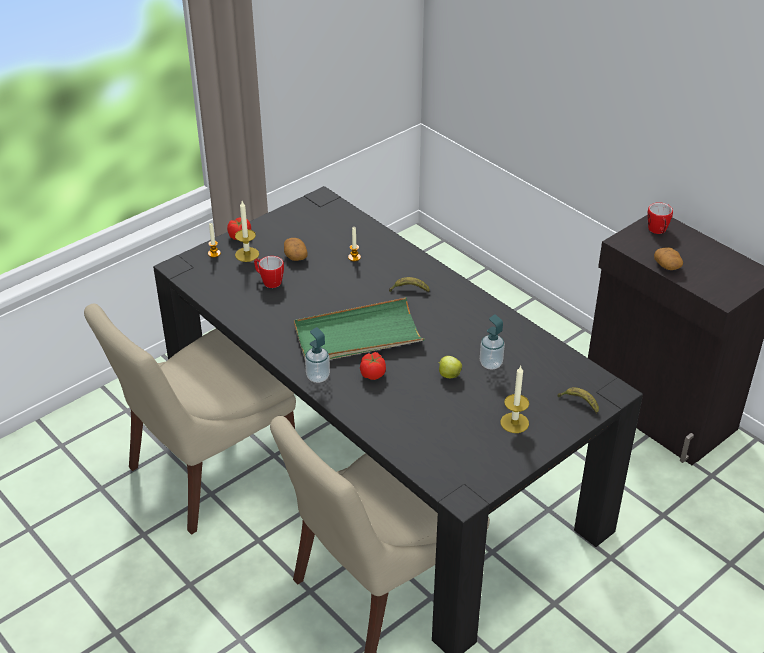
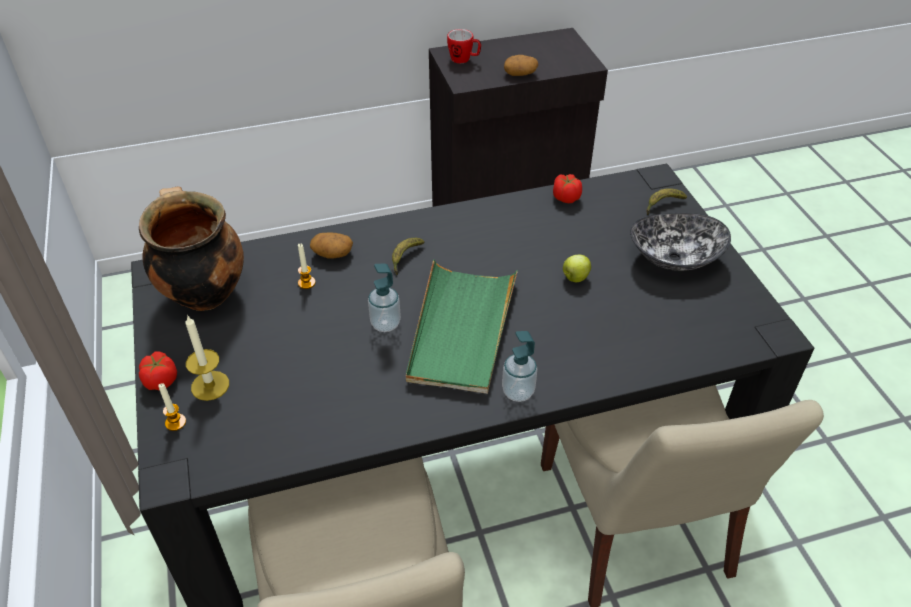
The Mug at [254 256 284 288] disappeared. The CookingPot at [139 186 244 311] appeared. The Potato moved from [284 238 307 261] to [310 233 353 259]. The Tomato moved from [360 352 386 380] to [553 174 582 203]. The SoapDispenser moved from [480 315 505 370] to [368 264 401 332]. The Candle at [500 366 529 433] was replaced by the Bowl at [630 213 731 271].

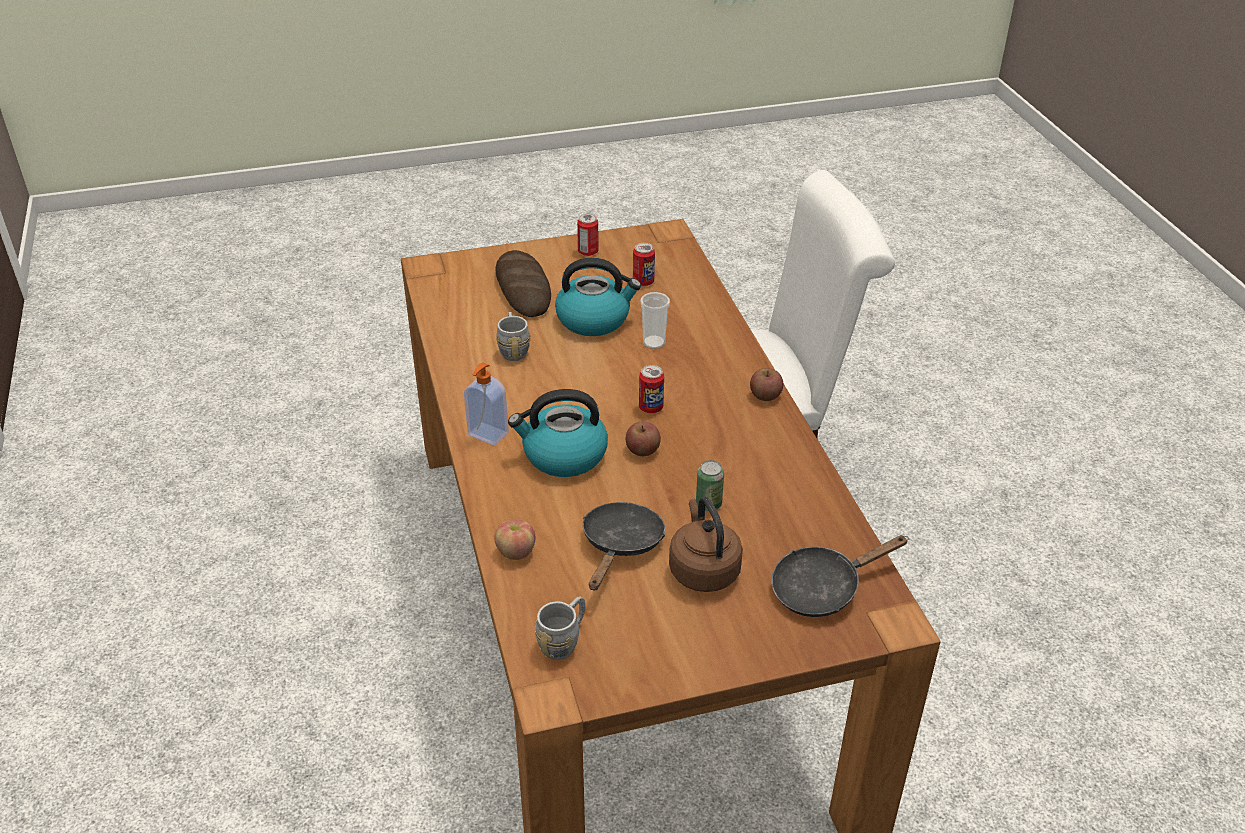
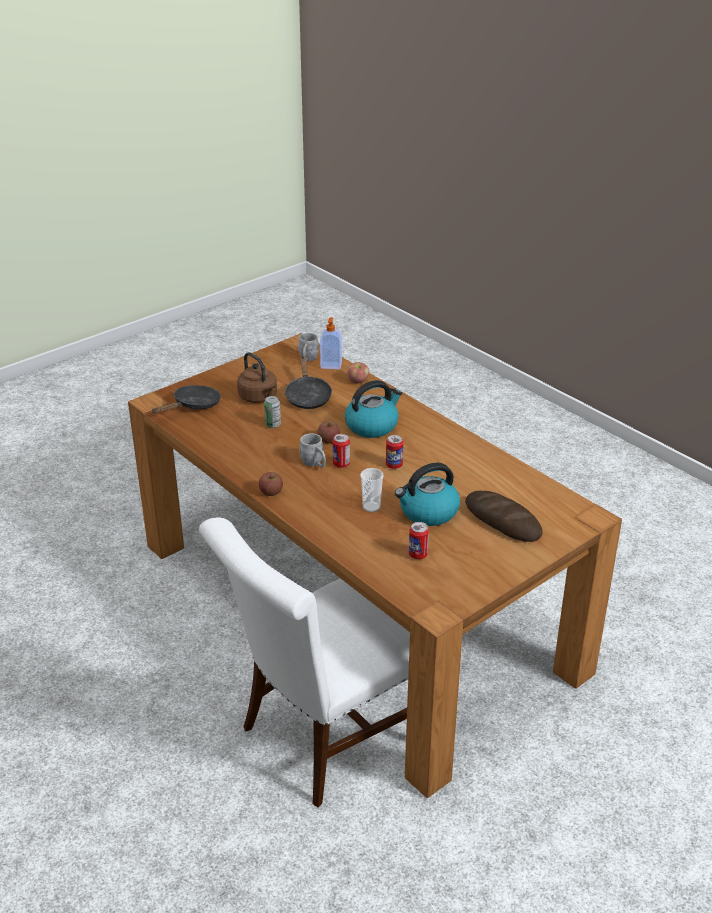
The SoapDispenser moved from [464 362 509 446] to [320 317 342 370]. The GreyMug moved from [497 312 530 361] to [299 433 326 468]. The Can moved from [577 214 599 256] to [386 435 403 469].

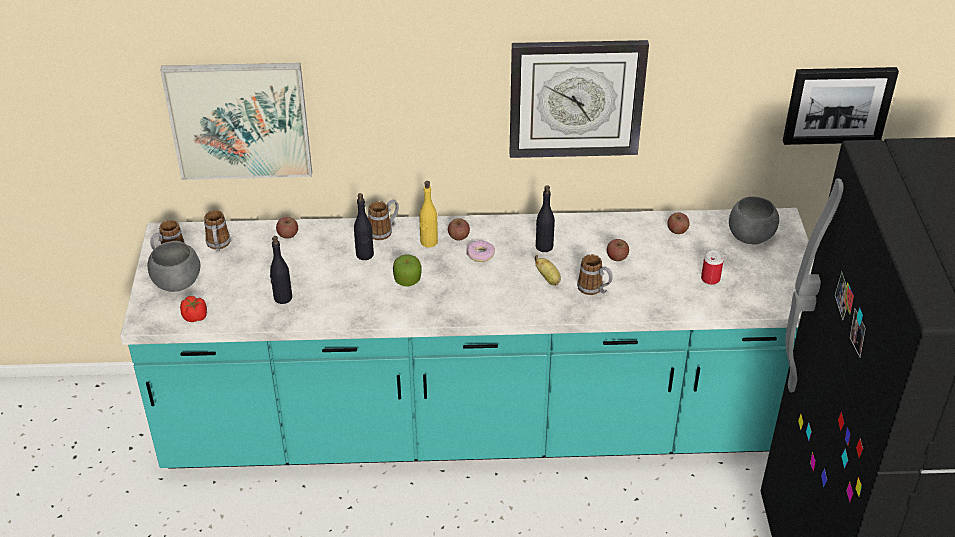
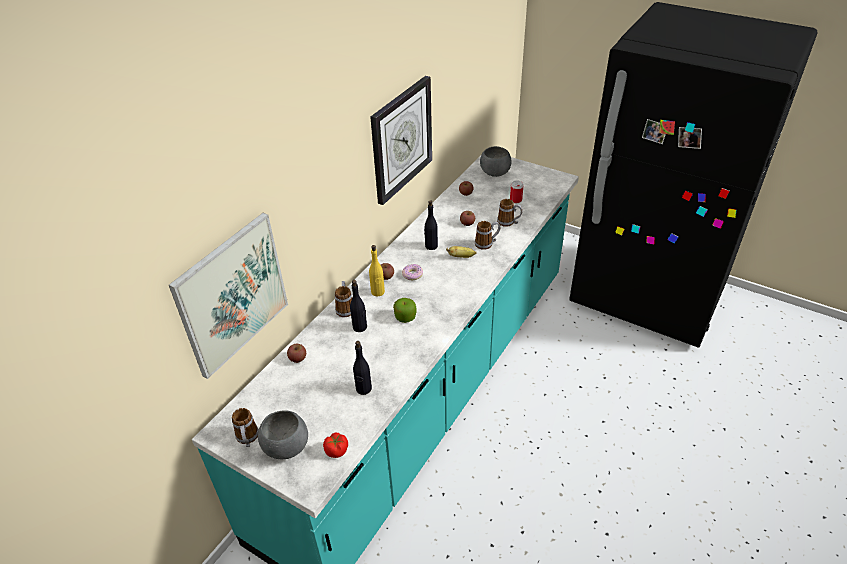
The Picture at [783 67 899 145] disappeared. The Mug moved from [204 210 231 252] to [497 199 523 227].

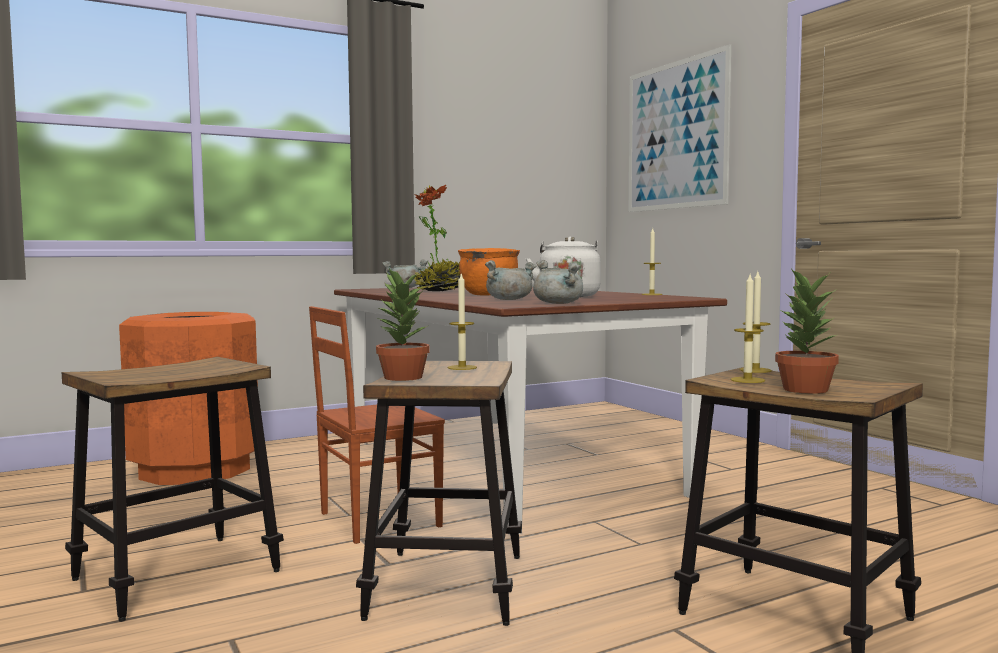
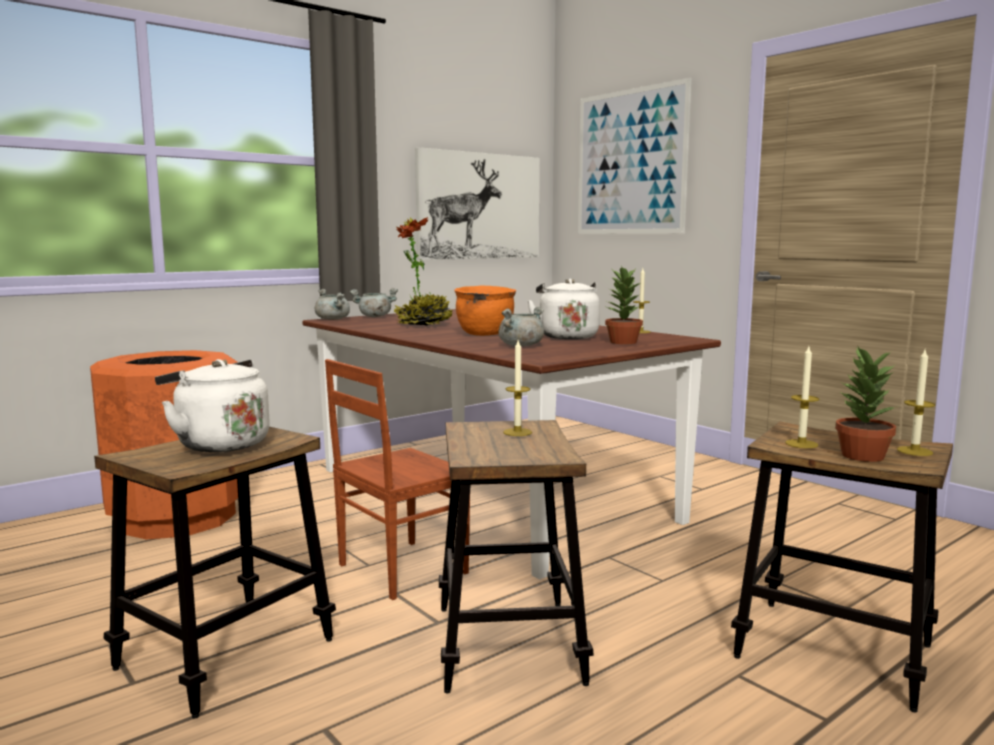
The WhiteKettle at [155 359 270 452] appeared. The Picture at [415 147 539 260] appeared. The PottedPlant moved from [376 268 430 381] to [605 267 643 344]. The GreyCookingPot moved from [533 260 583 304] to [315 289 350 320]. The Candle moved from [739 272 772 373] to [897 350 935 456].

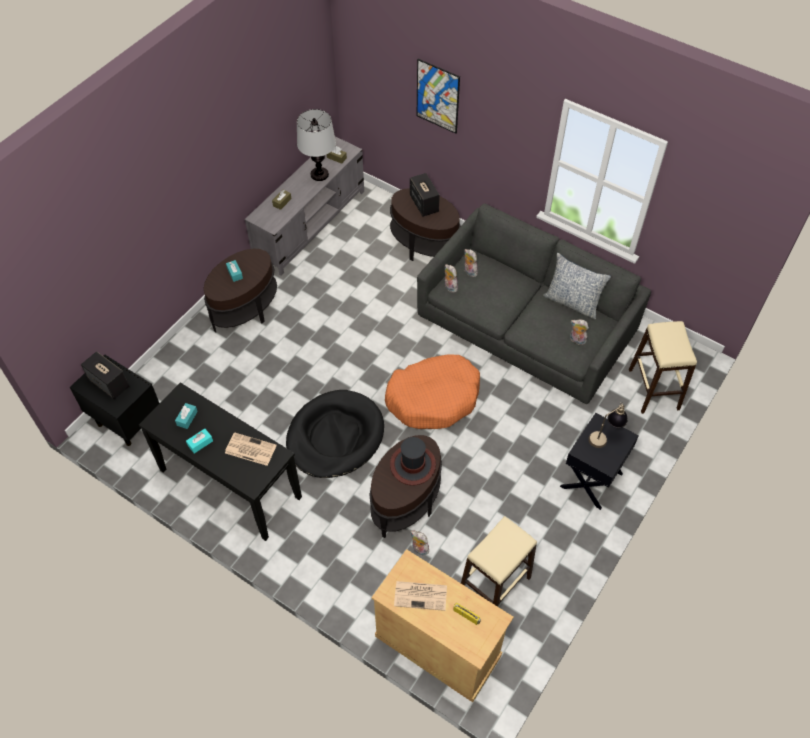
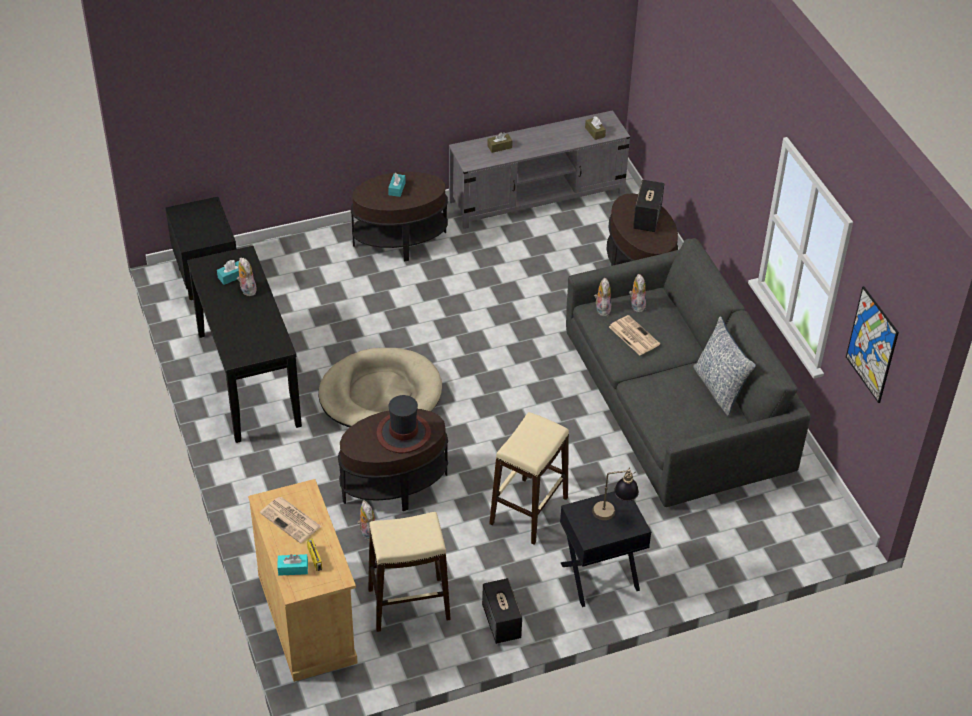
The TableLamp at [297 109 336 181] disappeared. The OrangeDogBed at [385 354 480 429] disappeared. The Speaker moved from [81 351 129 399] to [482 578 522 644]. The TurquoiseTissueBox moved from [186 429 213 454] to [277 554 308 576]. The Newspaper moved from [225 432 277 466] to [609 315 660 355]. The Picture moved from [417 59 460 134] to [846 286 899 403]. The PlushToy moved from [570 319 589 345] to [237 258 256 296]. The BeigeStool moved from [629 321 697 414] to [489 412 569 545]. The BlackDogBed at [286 390 384 478] became the BeigeDogBed at [319 348 442 428].

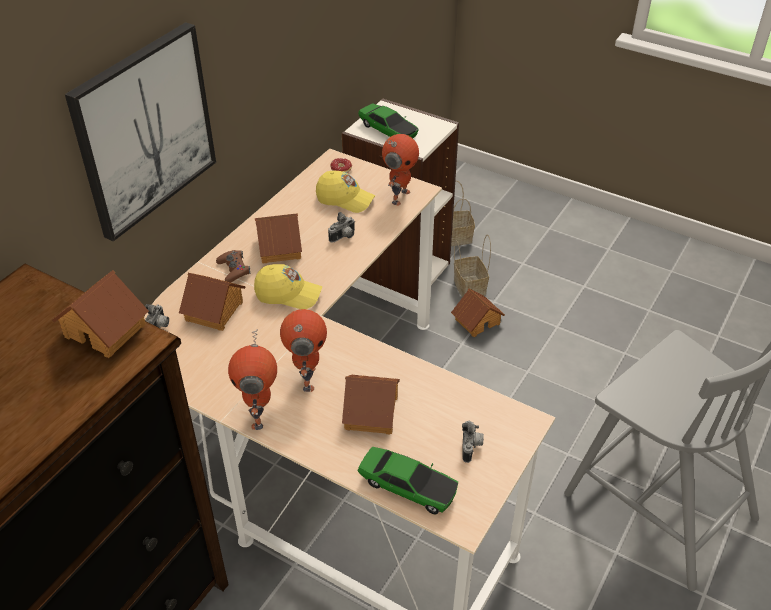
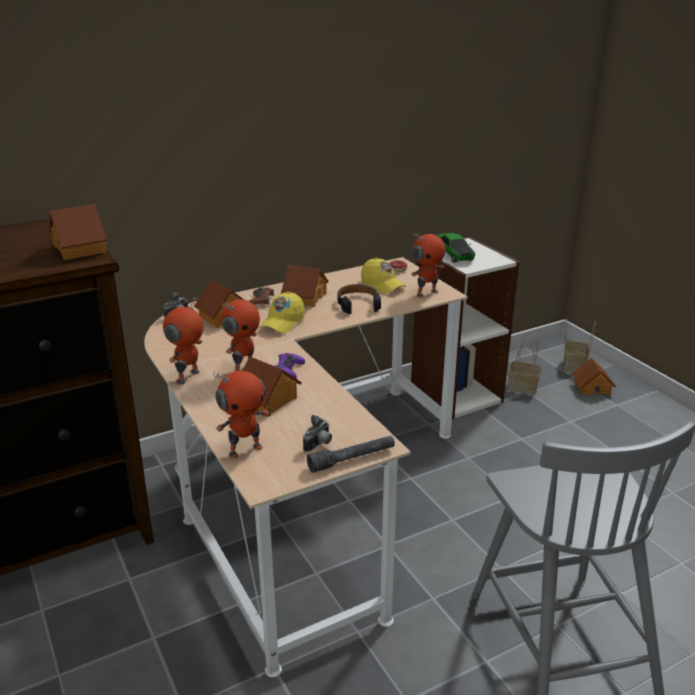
The Picture at [65 22 216 241] disappeared. The PurpleGameController at [275 353 305 379] appeared. The GreyFlashlight at [307 436 395 473] appeared. The ToyHouse moved from [451 288 505 337] to [572 357 616 396]. The Basket moved from [454 234 491 297] to [563 321 595 373]. The PhotoCamera at [328 212 355 243] was replaced by the BlackHeadphones at [337 284 381 314]. The ToyCar at [357 447 458 514] was replaced by the ToyRobot at [213 371 269 459]. The YellowCap at [254 264 322 309] turned 75 degrees clockwise.

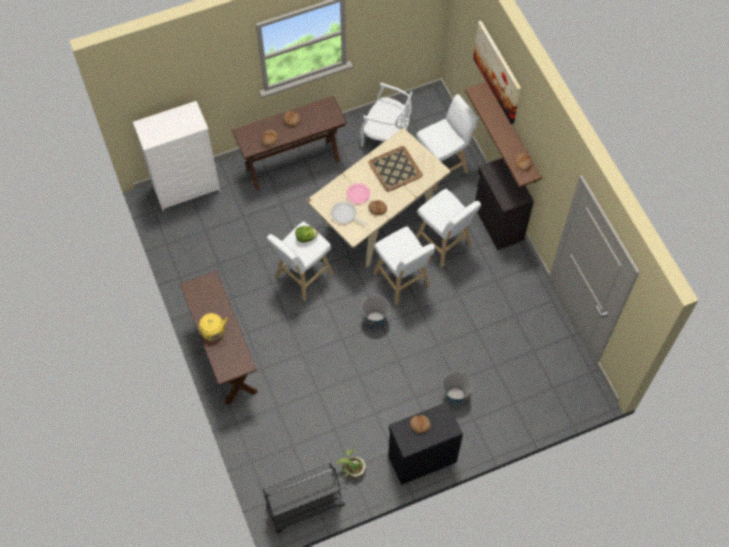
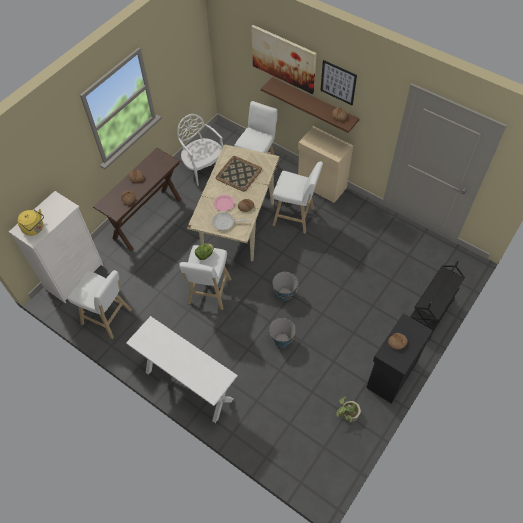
The Picture at [320 60 357 105] appeared. The YellowKettle moved from [199 313 228 341] to [18 209 44 236]. The BlackCart moved from [263 463 345 533] to [411 261 465 342]. The WhiteStool moved from [373 226 435 305] to [67 270 132 339]. The Bucket moved from [443 371 473 404] to [269 317 295 348]. The BrownConsoleTable at [180 271 258 405] became the WhiteConsoleTable at [126 316 238 423]. The BlackCabinet at [474 158 534 250] became the BeigeCabinet at [298 126 353 203]. The WhiteChair at [360 83 412 147] turned 120 degrees counterclockwise.

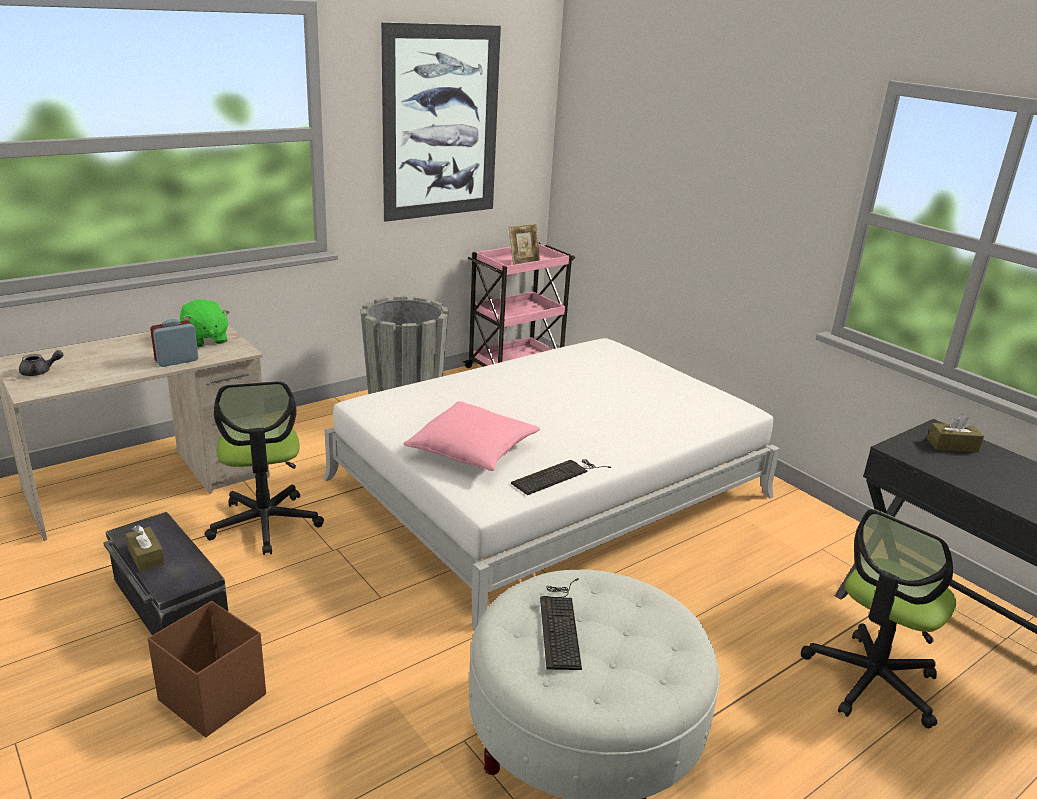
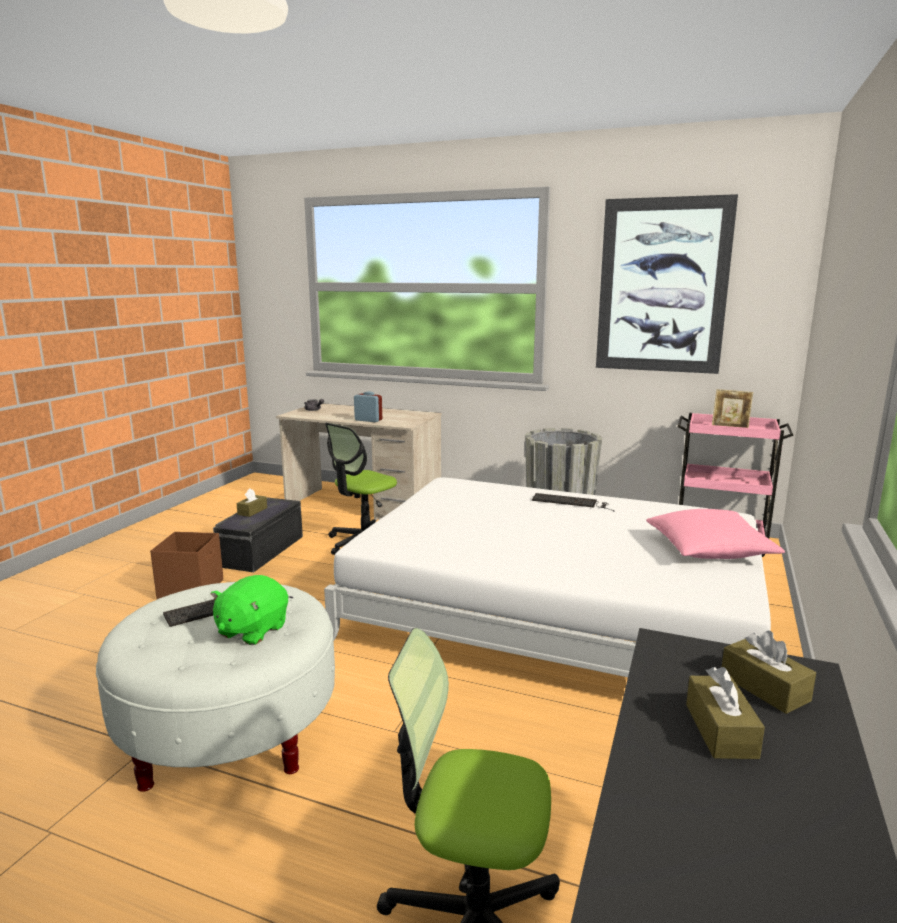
The BrownTissueBox at [686 667 765 759] appeared. The GreenPlushToy moved from [180 299 230 347] to [211 575 288 645]. The PinkPillow moved from [404 401 540 471] to [646 509 785 559]. The Keyboard moved from [511 459 611 495] to [532 493 615 512].

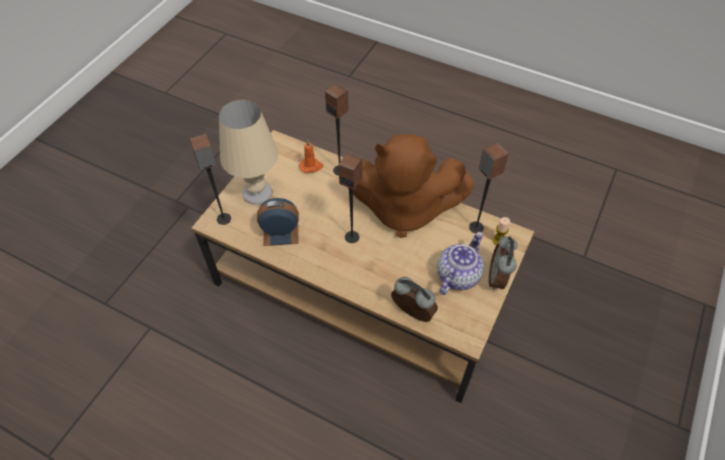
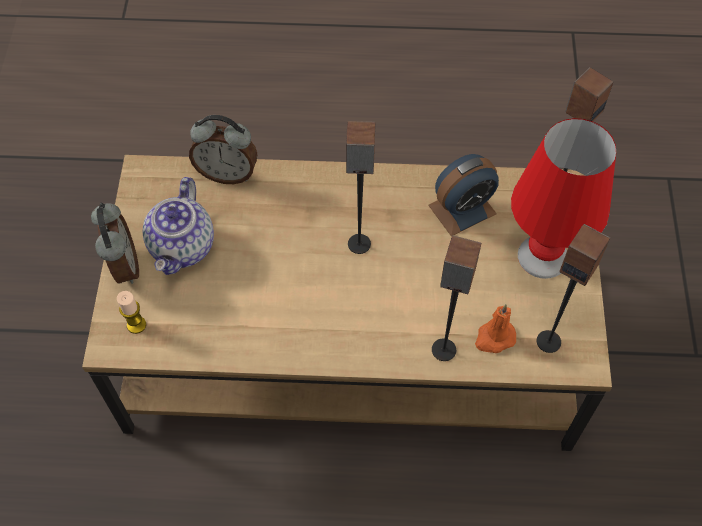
The BrownPlushToy at [348 134 474 238] disappeared. The Speaker moved from [469 143 509 233] to [536 224 610 353]. The BeigeTableLamp at [219 100 278 205] became the RedTableLamp at [511 118 616 279].

